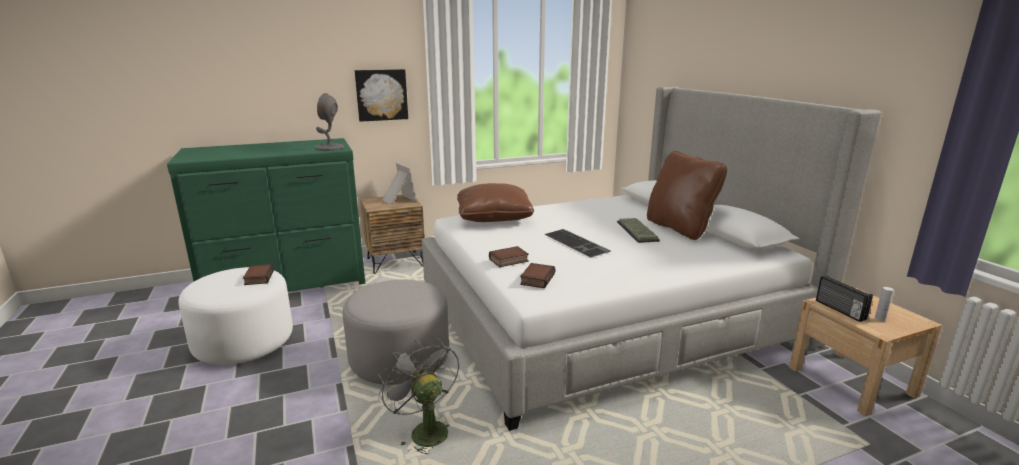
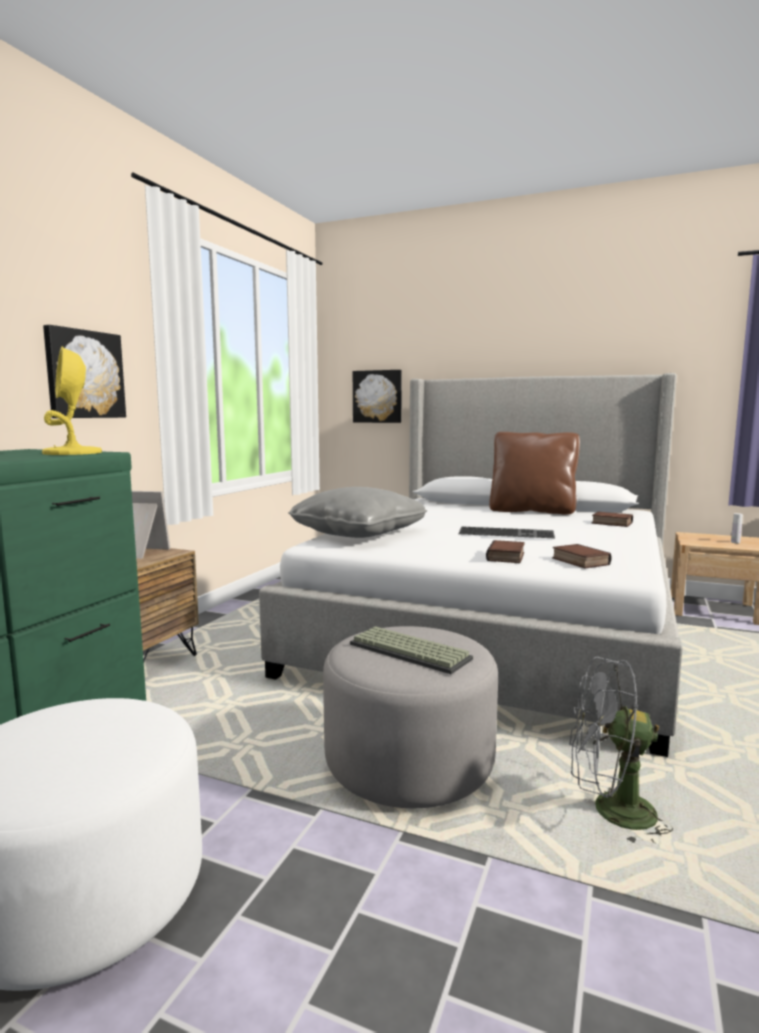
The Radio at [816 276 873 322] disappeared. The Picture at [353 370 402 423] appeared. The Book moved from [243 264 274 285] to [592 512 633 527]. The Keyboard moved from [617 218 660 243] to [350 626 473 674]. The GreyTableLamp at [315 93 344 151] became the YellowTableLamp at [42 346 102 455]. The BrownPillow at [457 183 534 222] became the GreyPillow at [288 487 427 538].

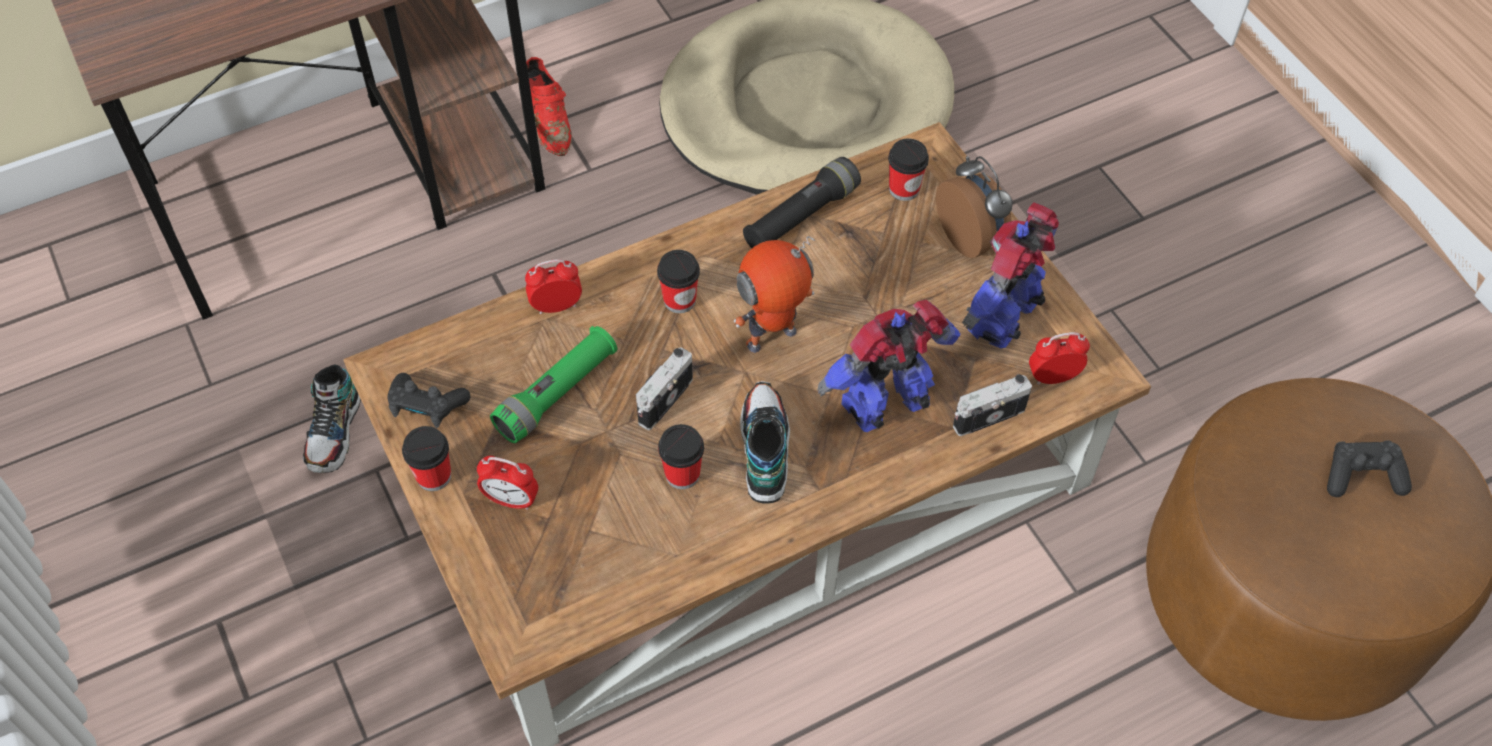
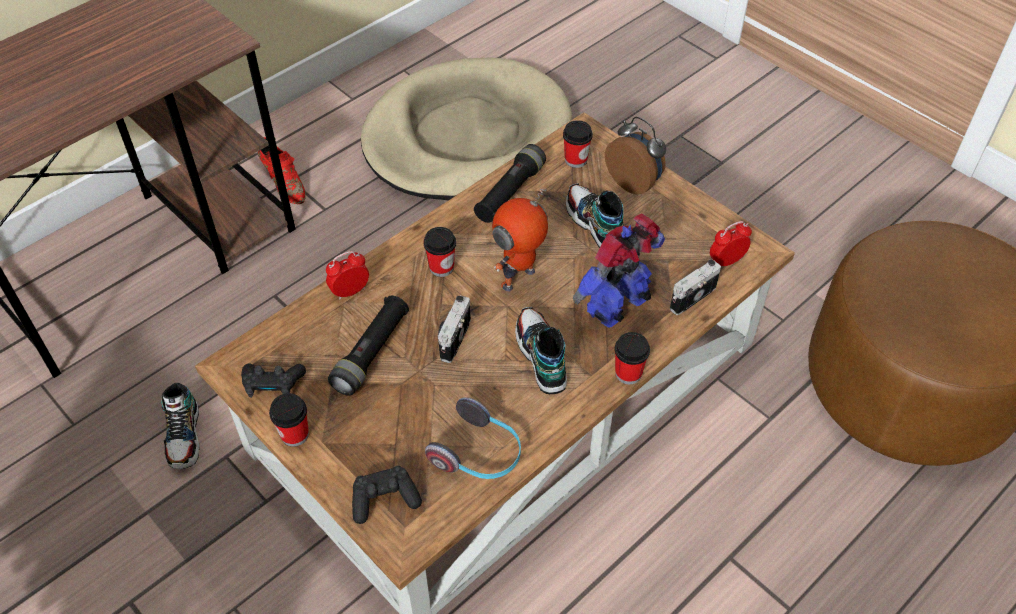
The AlarmClock at [477 456 538 510] disappeared. The ToyRobot at [962 203 1059 348] disappeared. The Headphones at [425 397 521 479] appeared. The Shoe at [566 183 624 248] appeared. The Cup moved from [658 424 704 489] to [614 332 650 384]. The BlackGameController moved from [1327 440 1412 497] to [352 466 422 524]. The GreenFlashlight at [490 326 617 443] became the BlackFlashlight at [328 295 409 396].

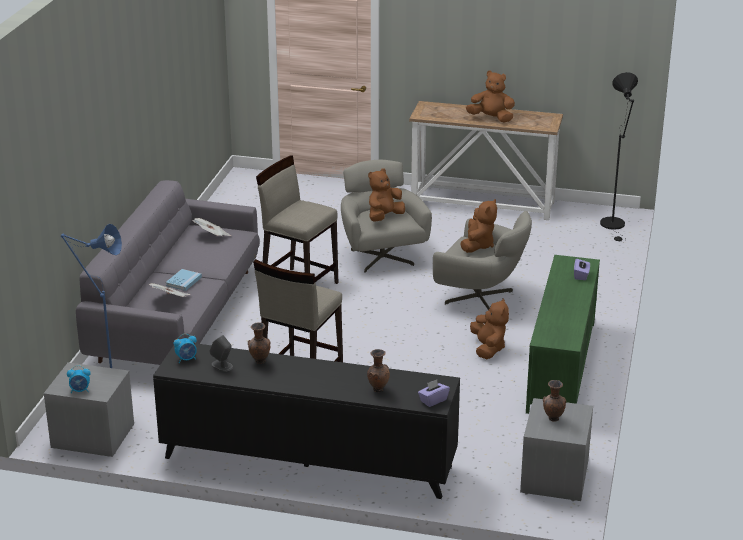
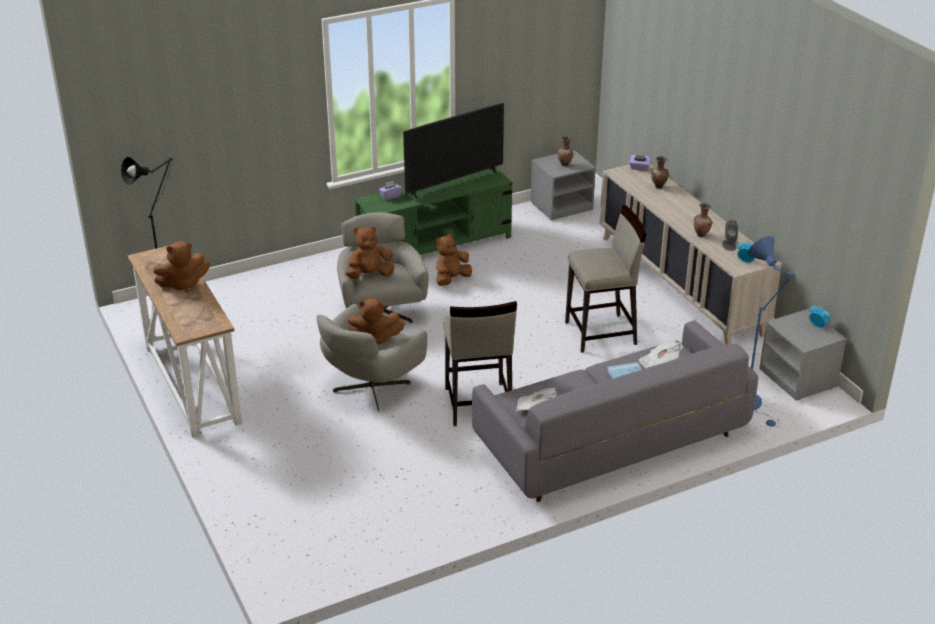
The Television at [403 103 504 200] appeared. The BlackCabinet at [153 343 460 499] became the BeigeCabinet at [599 164 782 344]. The BrownPlushToy at [466 70 515 123] turned 90 degrees counterclockwise.

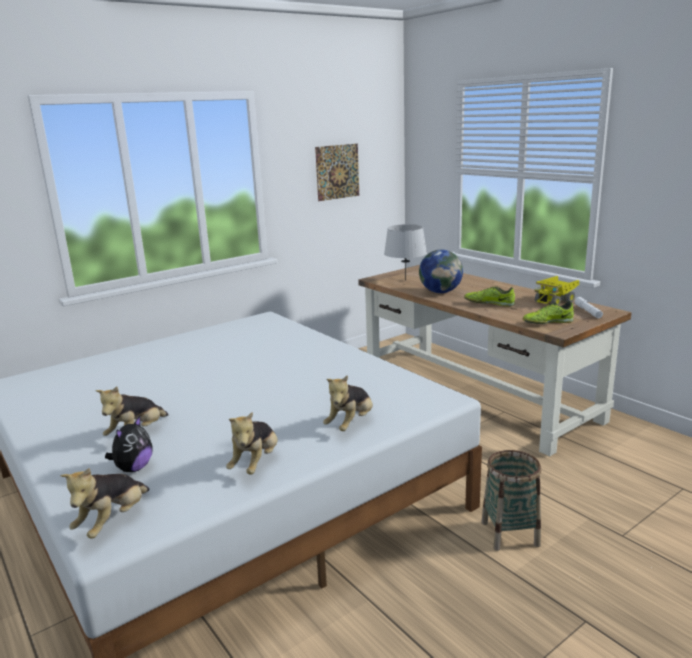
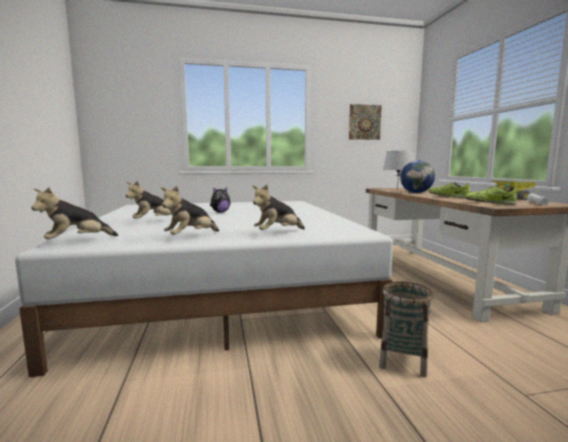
The PlushToy moved from [105 416 153 472] to [210 187 230 213].

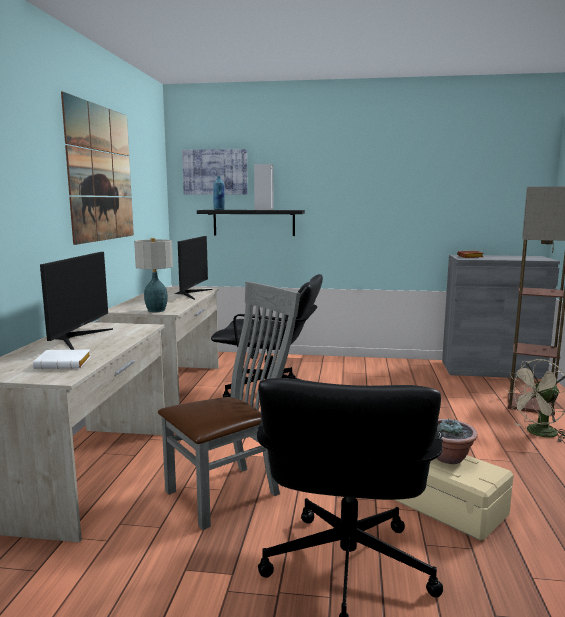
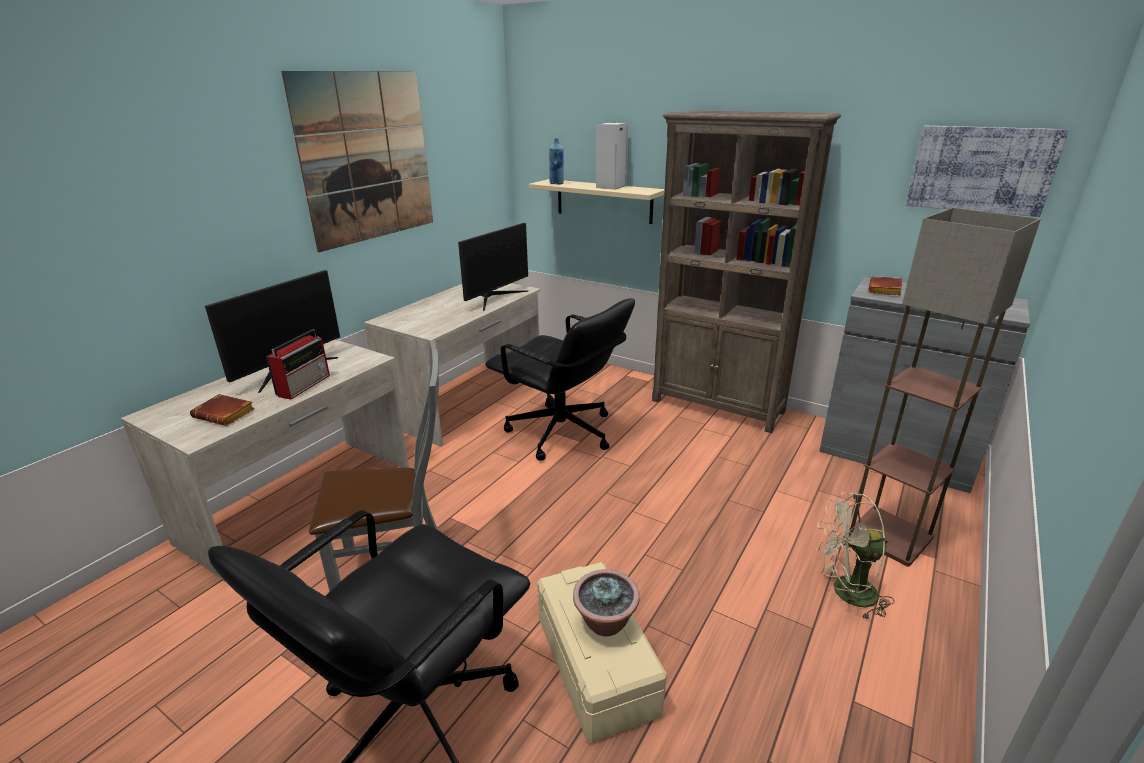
The TableLamp at [134 238 173 312] disappeared. The Radio at [266 329 330 400] appeared. The BrownBookcase at [652 110 841 433] appeared. The Picture moved from [182 149 248 195] to [906 126 1069 217]. The WhiteBook at [33 350 91 369] became the BrownBook at [190 394 255 426]. The BlackShelf at [197 210 305 236] became the BeigeShelf at [529 179 665 224].

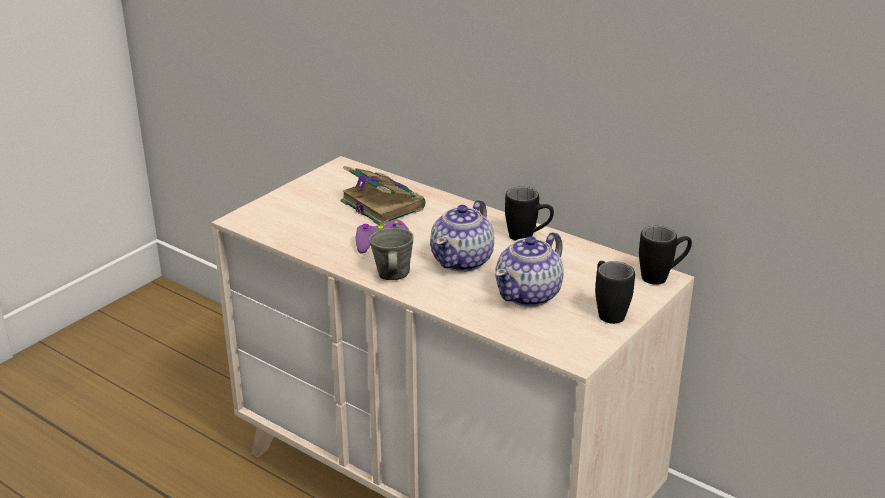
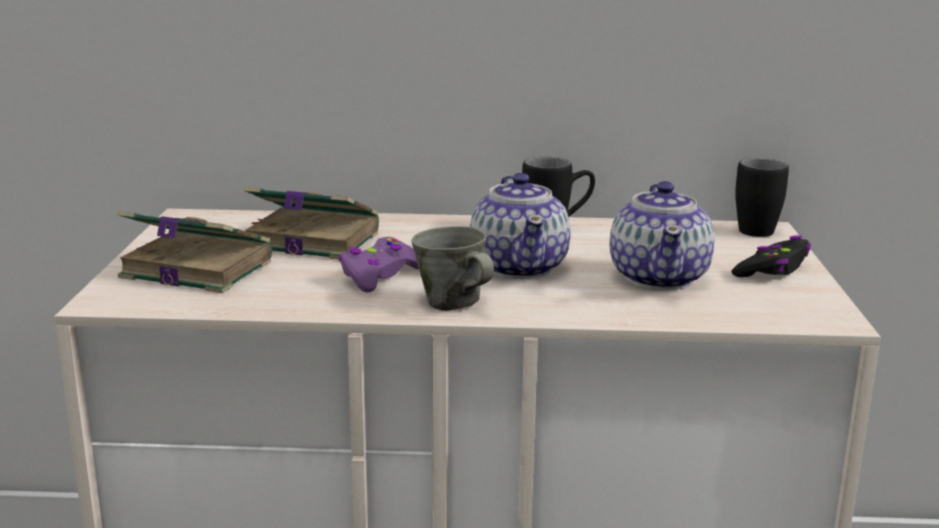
The Book at [117 211 272 293] appeared. The BlackMug at [595 261 635 324] was replaced by the BlackGameController at [732 235 811 277].

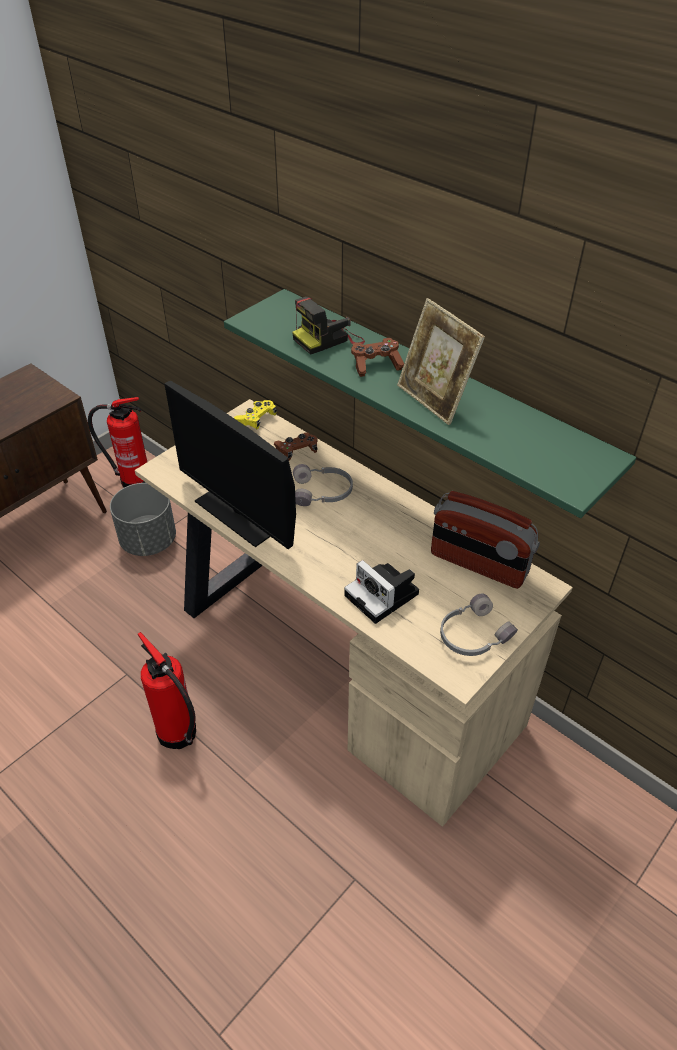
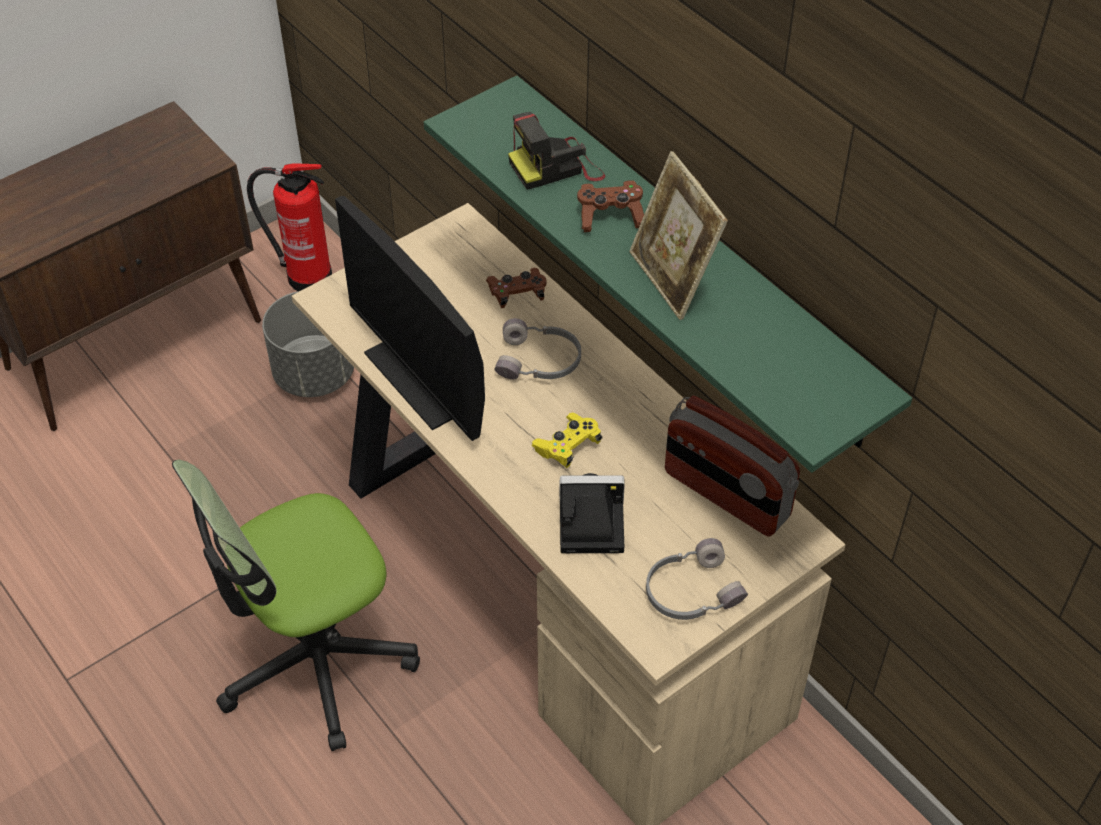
The YellowGameController moved from [234 400 277 429] to [532 413 602 468]. The FireExtinguisher at [138 632 196 749] was replaced by the OfficeChair at [172 459 420 751]. The PhotoCamera at [344 560 419 624] turned 120 degrees clockwise.

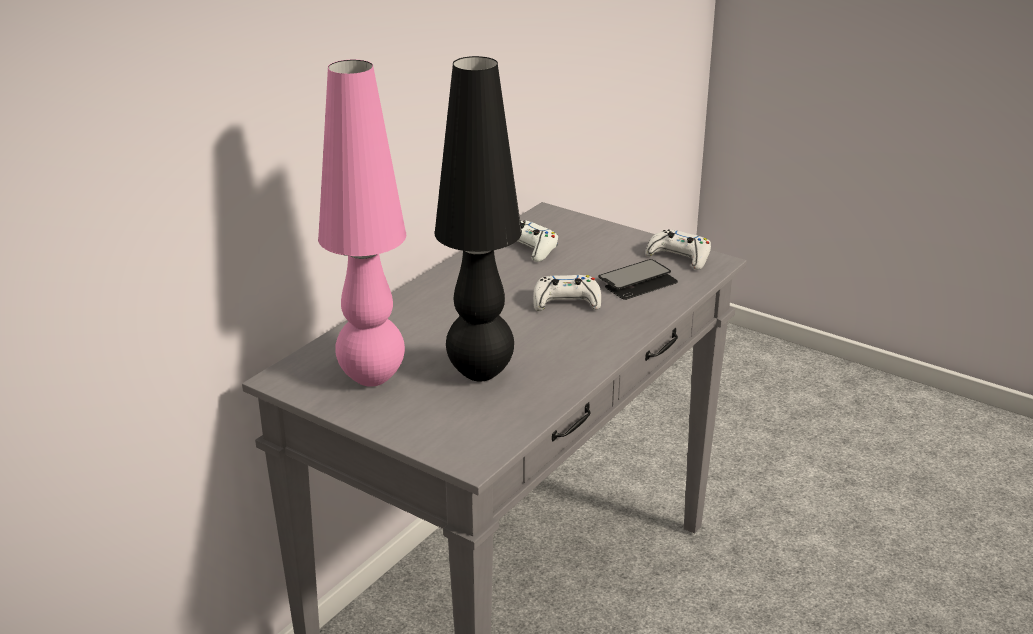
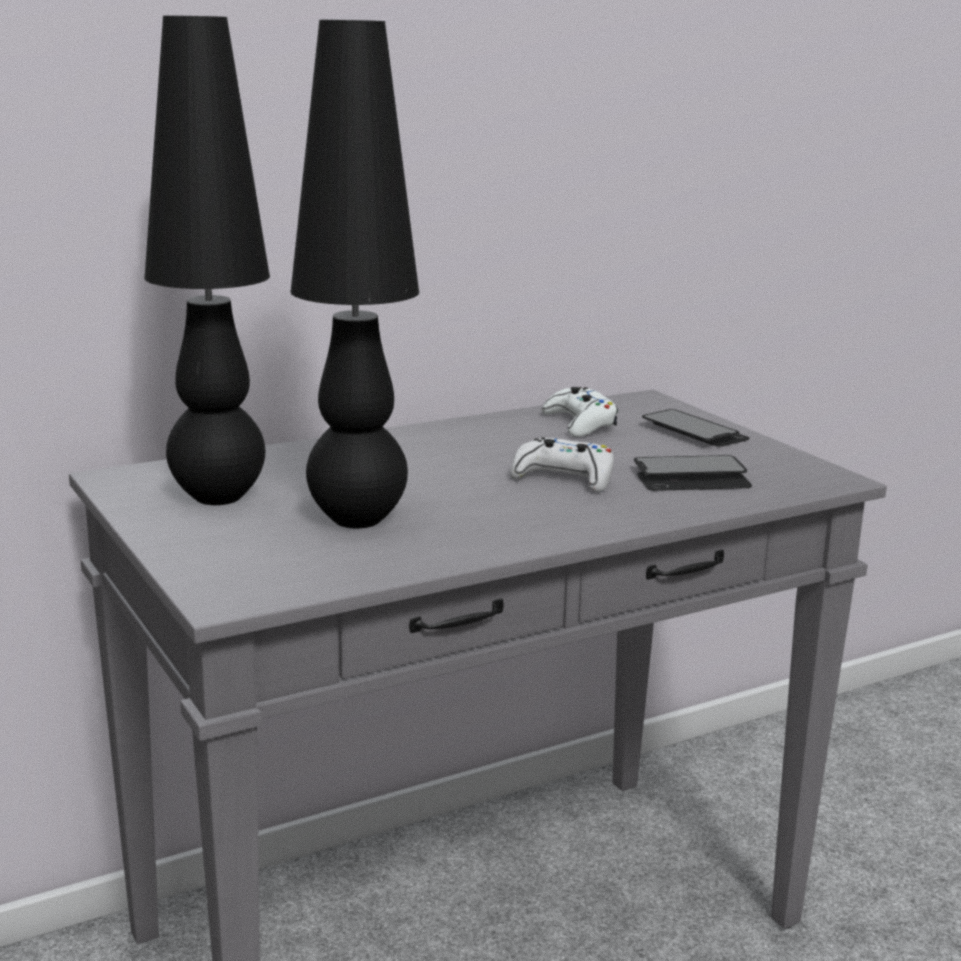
The WhiteGameController at [645 229 711 270] disappeared. The Phone at [642 409 750 446] appeared. The PinkTableLamp at [318 60 406 387] became the BlackTableLamp at [144 16 270 505].

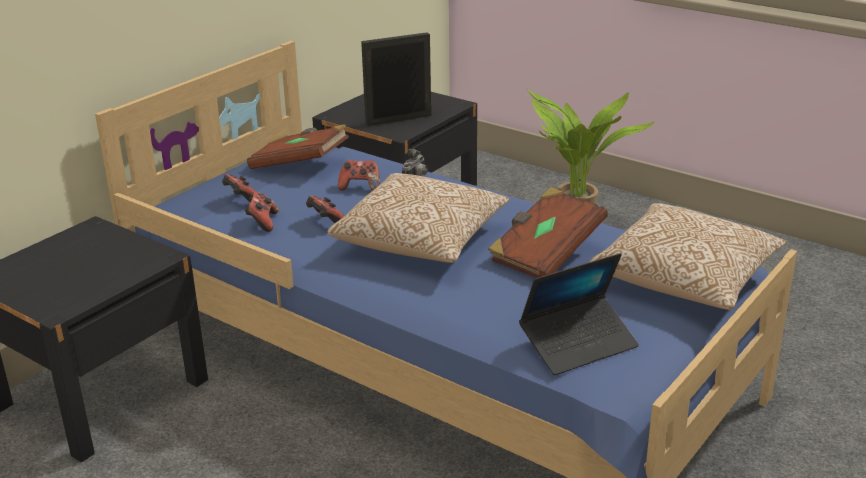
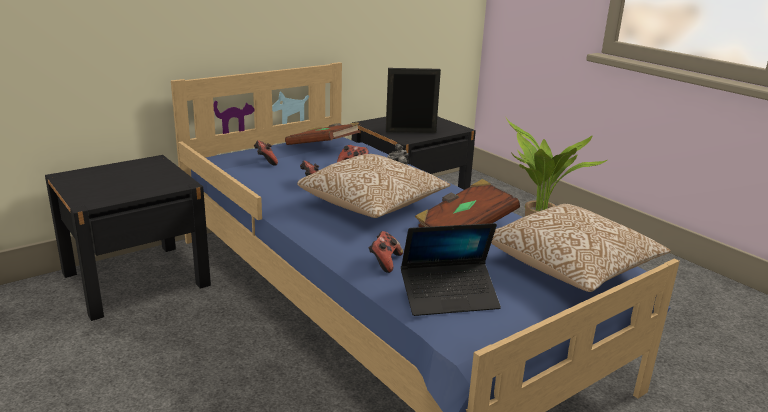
The GameController moved from [245 192 279 232] to [369 231 403 273].

